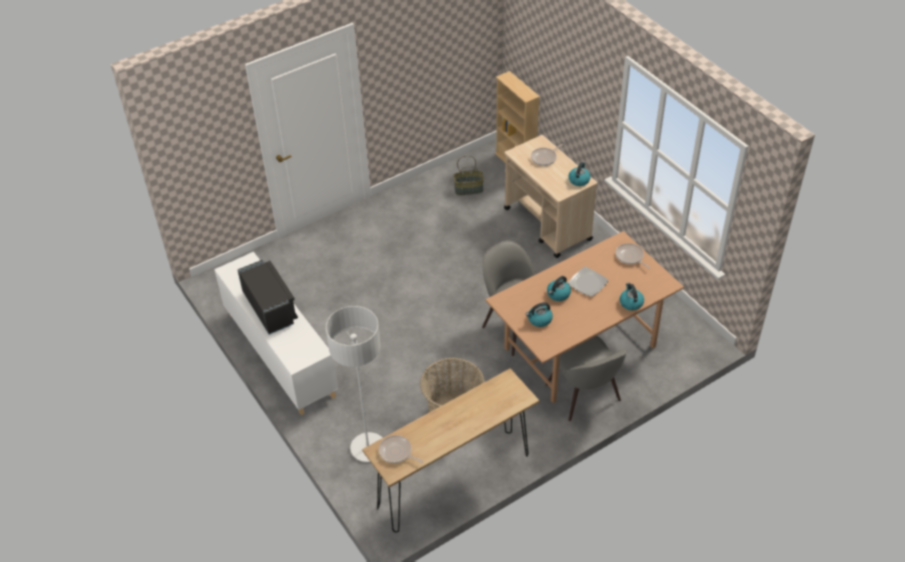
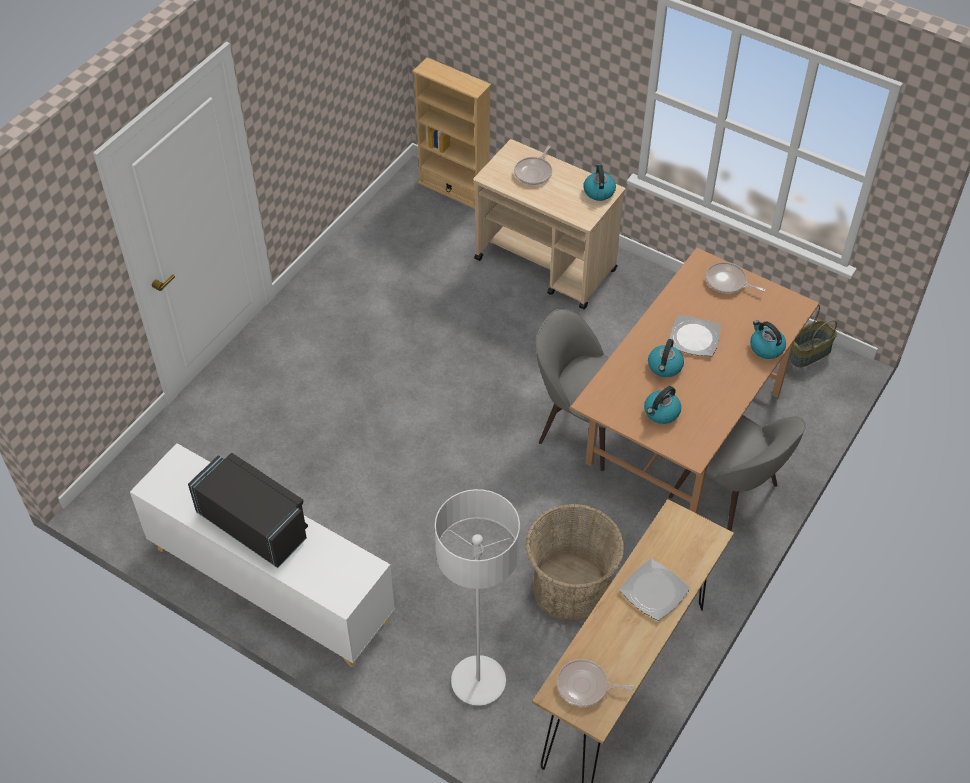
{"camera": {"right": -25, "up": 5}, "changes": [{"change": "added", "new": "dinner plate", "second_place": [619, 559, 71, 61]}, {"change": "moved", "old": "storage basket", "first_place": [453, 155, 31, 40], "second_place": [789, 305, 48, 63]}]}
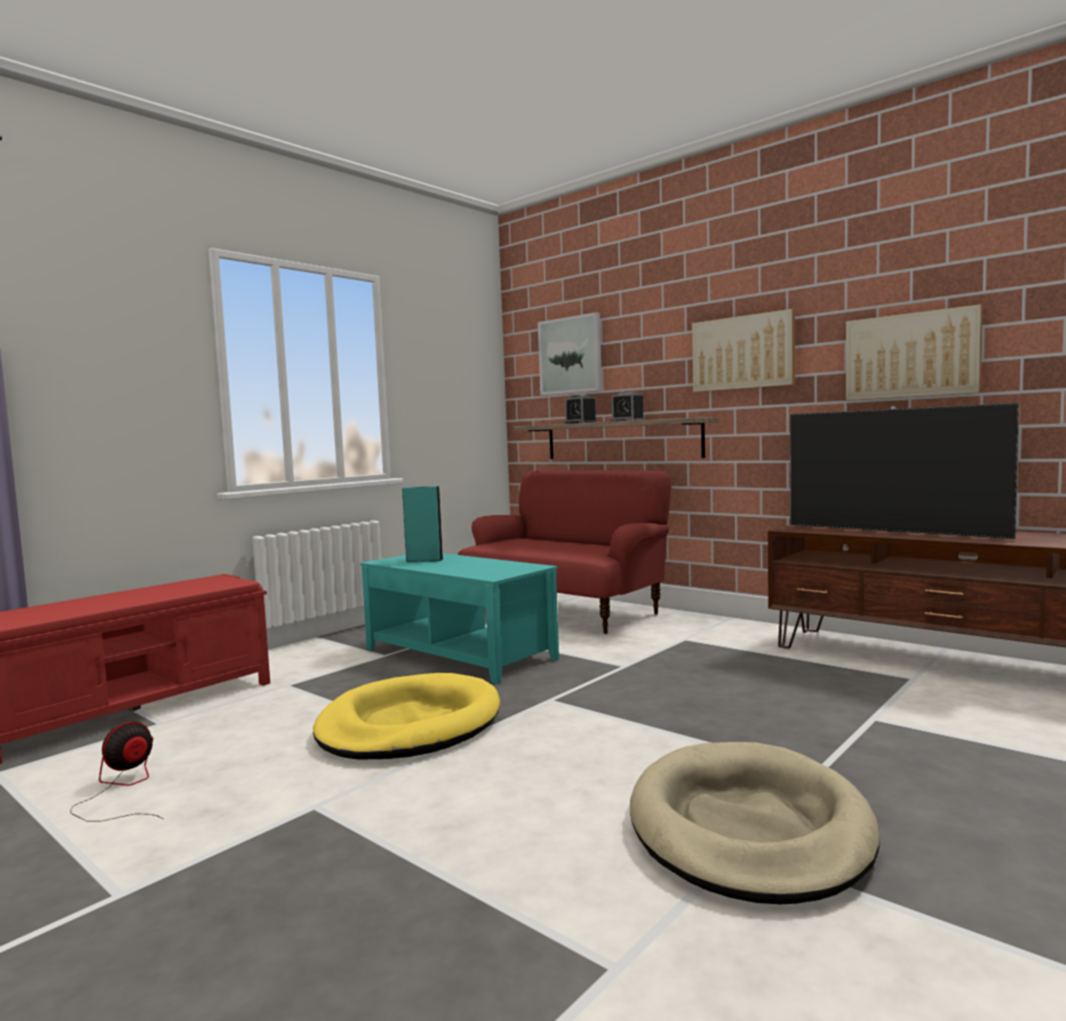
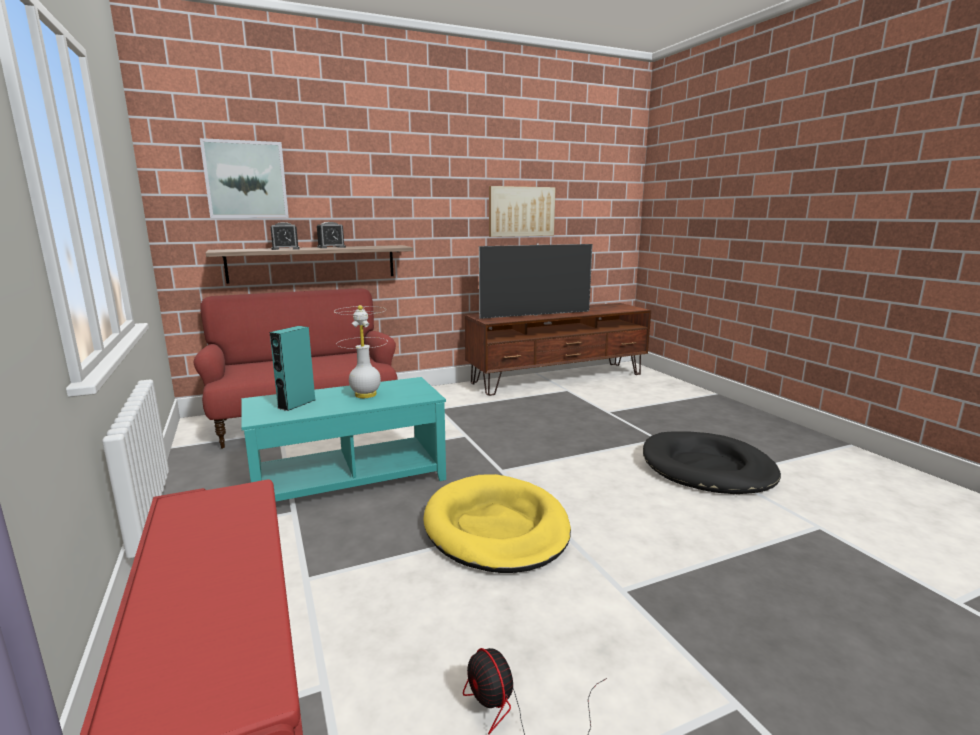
{"camera": {"right": -65, "up": 10}, "changes": [{"change": "added", "new": "whitish tabletop lamp", "second_place": [334, 305, 54, 93]}, {"change": "recoloured", "old": "beige pet bed", "new": "black pet bed", "first_place": [630, 742, 250, 162], "second_place": [643, 432, 138, 62]}, {"change": "removed", "old": "picture", "first_place": [692, 309, 103, 83]}]}
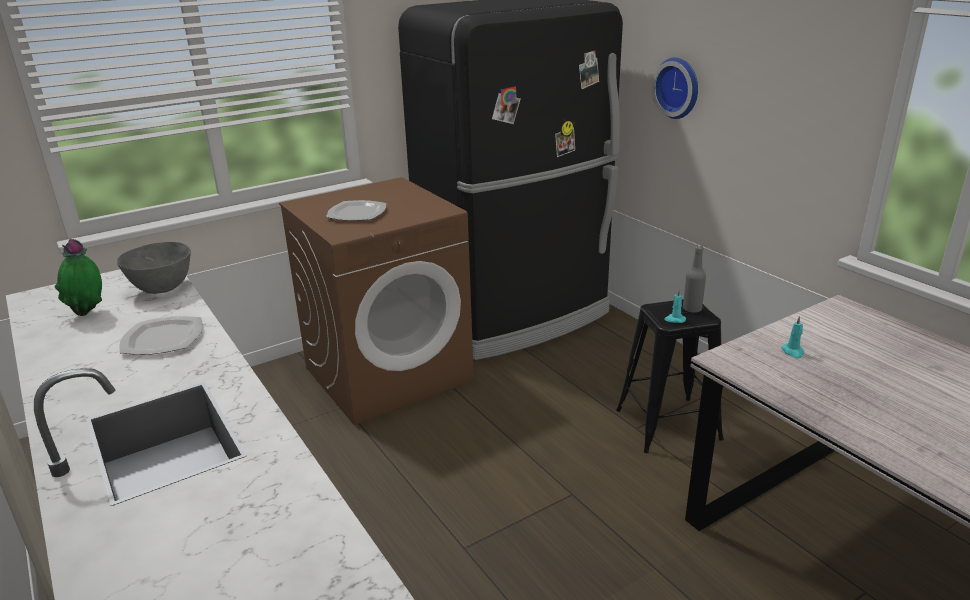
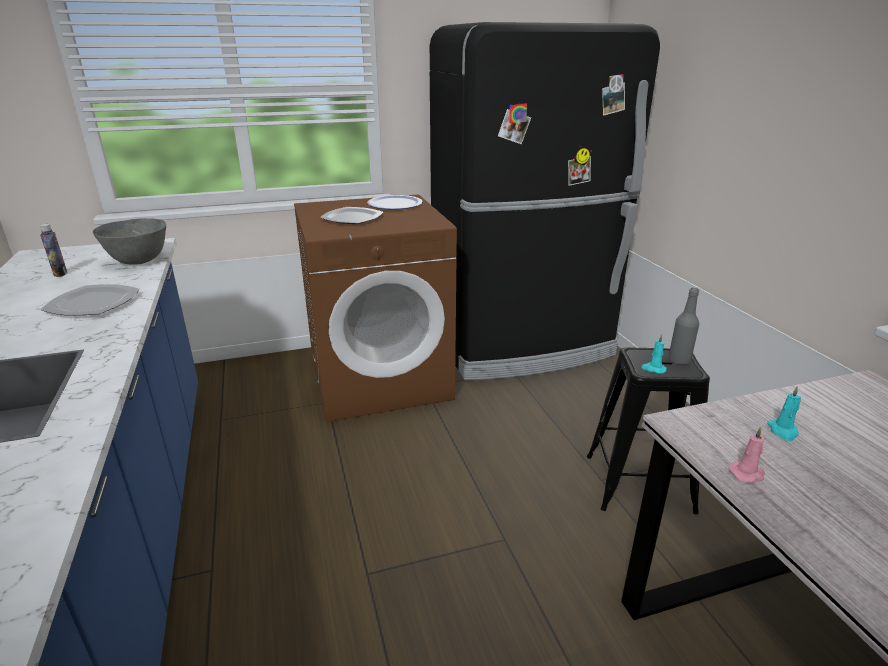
{"camera": {"right": 15, "up": 0}, "changes": [{"change": "replaced", "old": "houseplant", "new": "beverage bottle", "first_place": [55, 239, 47, 77], "second_place": [40, 224, 27, 53]}, {"change": "added", "new": "dinner plate", "second_place": [367, 195, 56, 14]}, {"change": "added", "new": "pink candle", "second_place": [729, 427, 36, 56]}, {"change": "removed", "old": "clock on the wall", "first_place": [652, 58, 46, 61]}]}
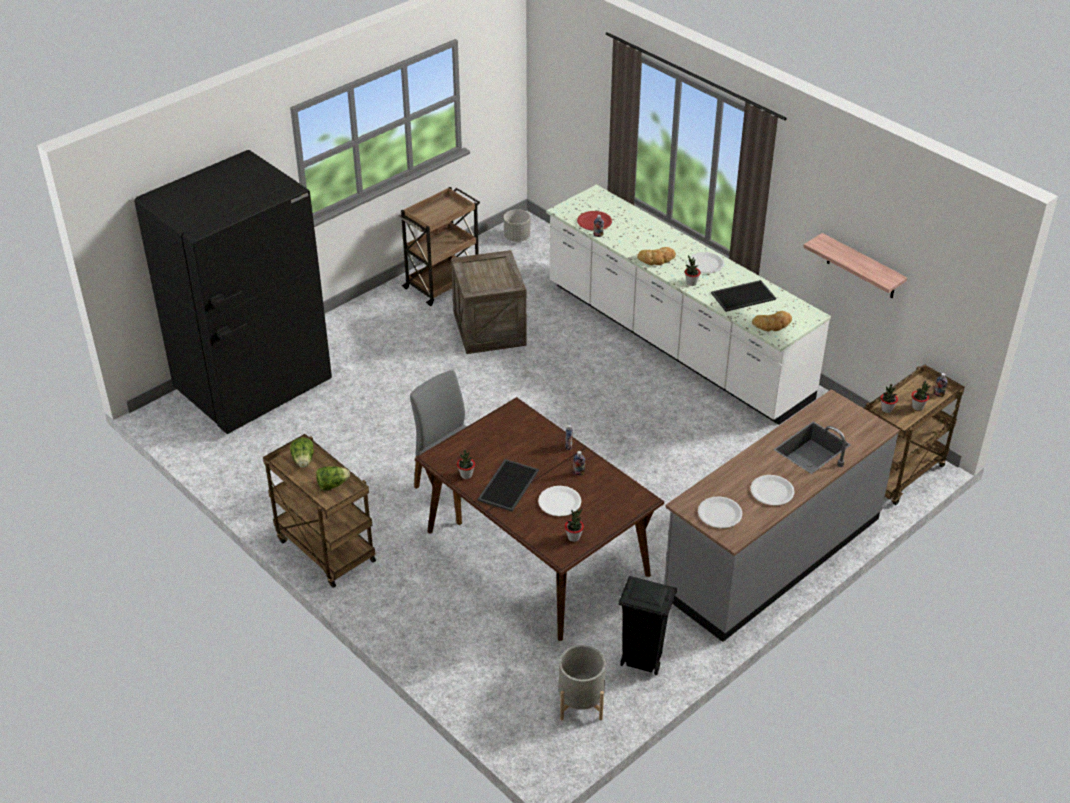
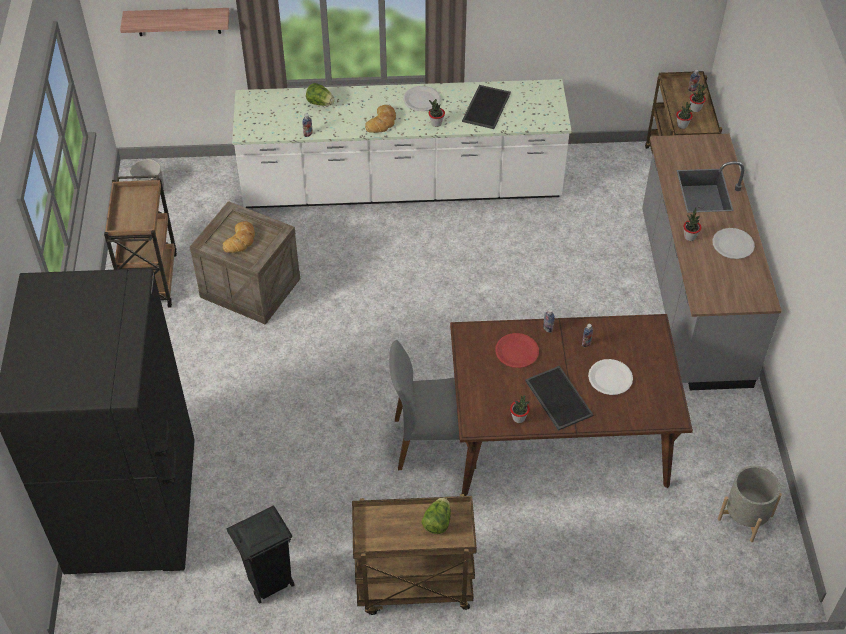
{"camera": {"right": -50, "up": 10}, "changes": [{"change": "moved", "old": "shelf", "first_place": [803, 233, 104, 65], "second_place": [120, 8, 110, 28]}, {"change": "moved", "old": "bread", "first_place": [752, 311, 40, 20], "second_place": [223, 221, 32, 32]}, {"change": "moved", "old": "black trash can", "first_place": [618, 576, 59, 99], "second_place": [227, 506, 68, 97]}, {"change": "moved", "old": "lettuce head", "first_place": [290, 437, 24, 31], "second_place": [306, 83, 29, 23]}, {"change": "moved", "old": "red dinner plate", "first_place": [577, 211, 35, 20], "second_place": [495, 333, 44, 35]}, {"change": "moved", "old": "houseplant", "first_place": [565, 508, 19, 34], "second_place": [683, 208, 18, 33]}, {"change": "removed", "old": "whitish dinner plate", "first_place": [698, 496, 44, 32]}]}
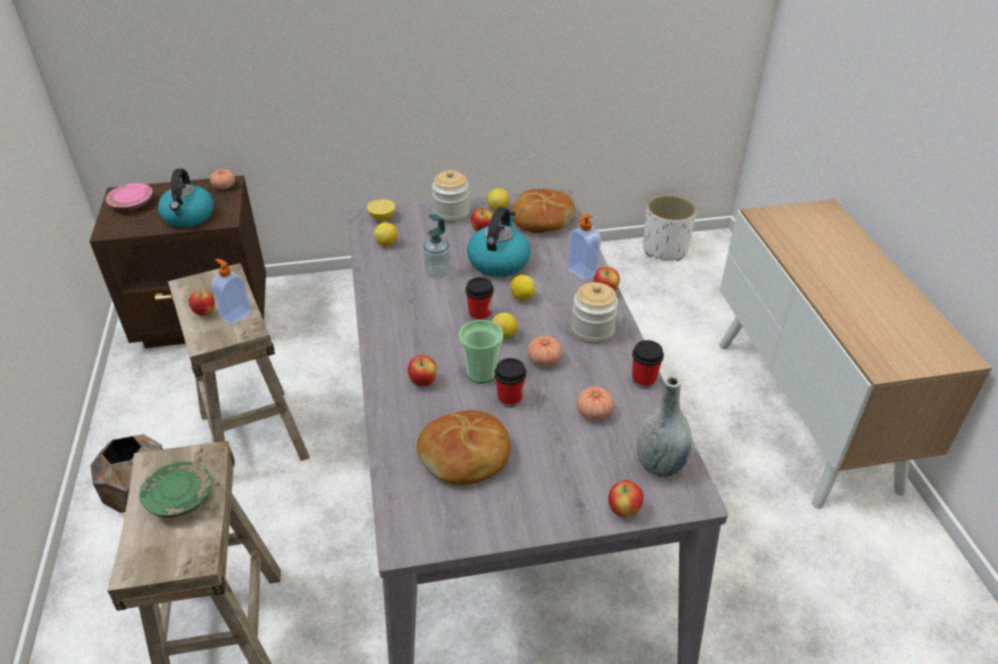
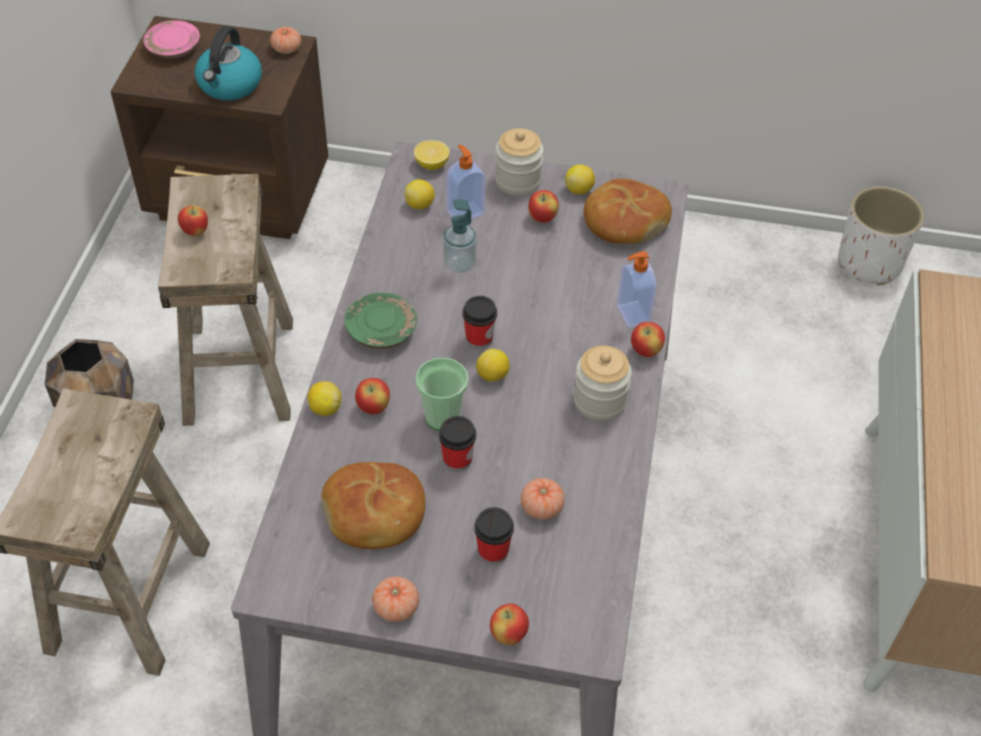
{"camera": {"right": 20, "up": 10}, "changes": [{"change": "moved", "old": "citrus fruit", "first_place": [510, 275, 26, 26], "second_place": [307, 381, 35, 35]}, {"change": "moved", "old": "green dinner plate", "first_place": [140, 461, 72, 57], "second_place": [344, 293, 73, 56]}, {"change": "moved", "old": "whole tomato", "first_place": [527, 336, 35, 30], "second_place": [372, 576, 47, 46]}, {"change": "moved", "old": "soap bottle", "first_place": [211, 259, 41, 66], "second_place": [446, 145, 39, 74]}, {"change": "moved", "old": "small cup", "first_place": [632, 340, 32, 49], "second_place": [474, 507, 40, 57]}, {"change": "removed", "old": "water kettle", "first_place": [467, 207, 64, 70]}, {"change": "removed", "old": "greyish decorative vase", "first_place": [637, 376, 55, 101]}]}
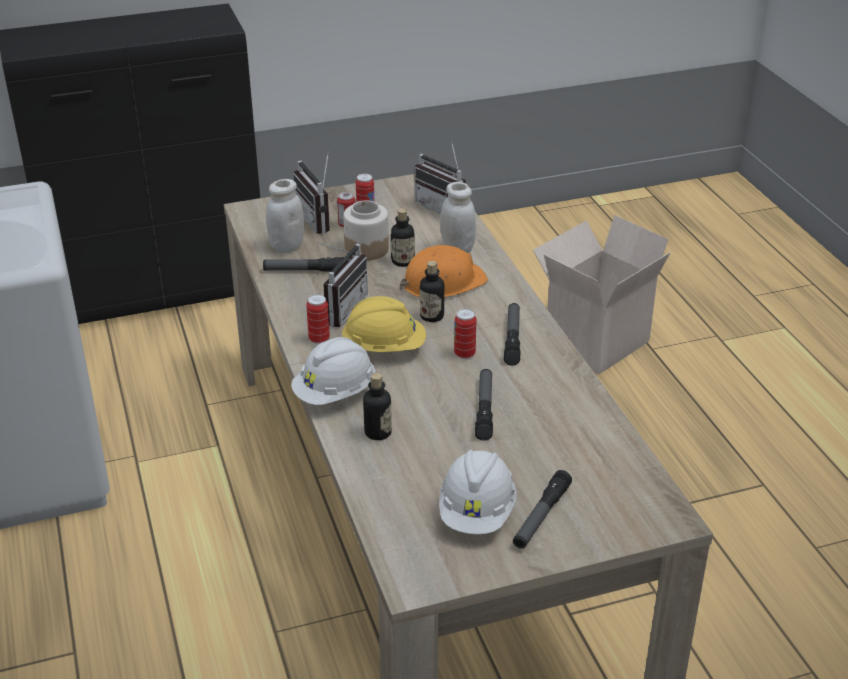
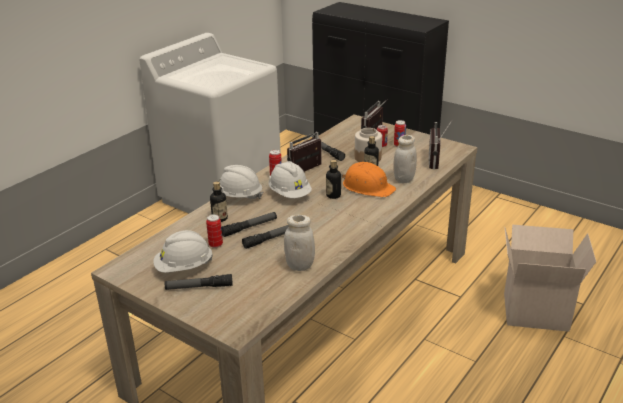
{"camera": {"right": 55, "up": -5}, "changes": [{"change": "moved", "old": "can", "first_place": [454, 309, 22, 50], "second_place": [206, 214, 17, 34]}, {"change": "moved", "old": "hand torch", "first_place": [504, 303, 16, 63], "second_place": [221, 212, 56, 25]}, {"change": "recoloured", "old": "yellow-coloured work helmet", "new": "whitish work helmet", "first_place": [342, 296, 84, 56], "second_place": [269, 161, 43, 37]}, {"change": "moved", "old": "whitish jar", "first_place": [266, 179, 38, 74], "second_place": [284, 215, 31, 56]}, {"change": "turned", "old": "radio", "first_place": [317, 242, 51, 85], "second_place": [287, 132, 35, 40], "degrees": 150}]}
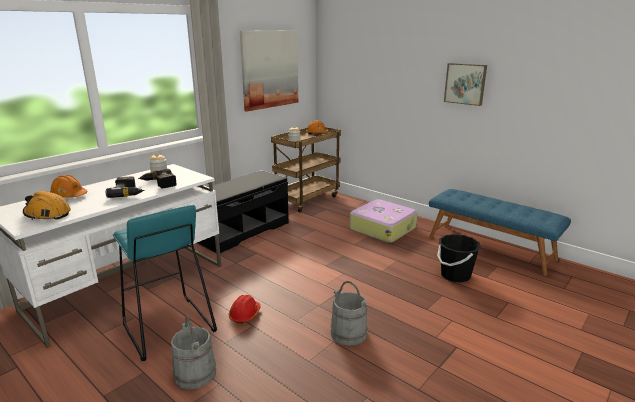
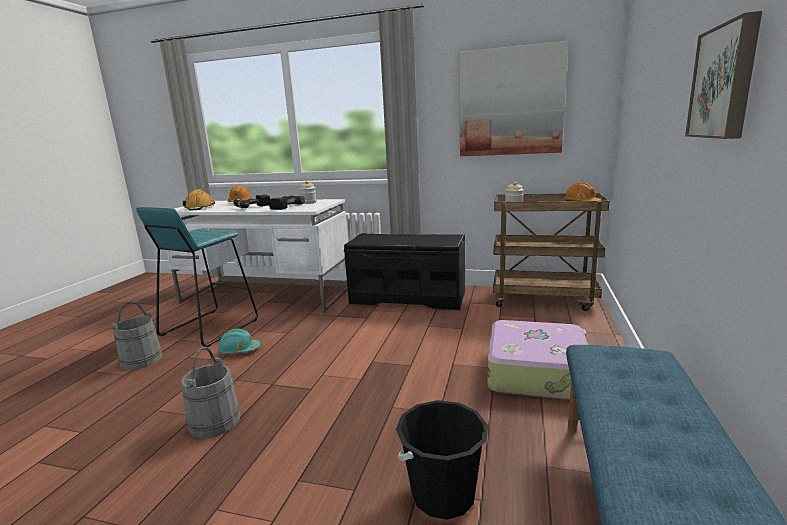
{"camera": {"right": 65, "up": -5}, "changes": [{"change": "recoloured", "old": "red work helmet", "new": "turquoise work helmet", "first_place": [229, 295, 32, 29], "second_place": [218, 329, 42, 25]}]}
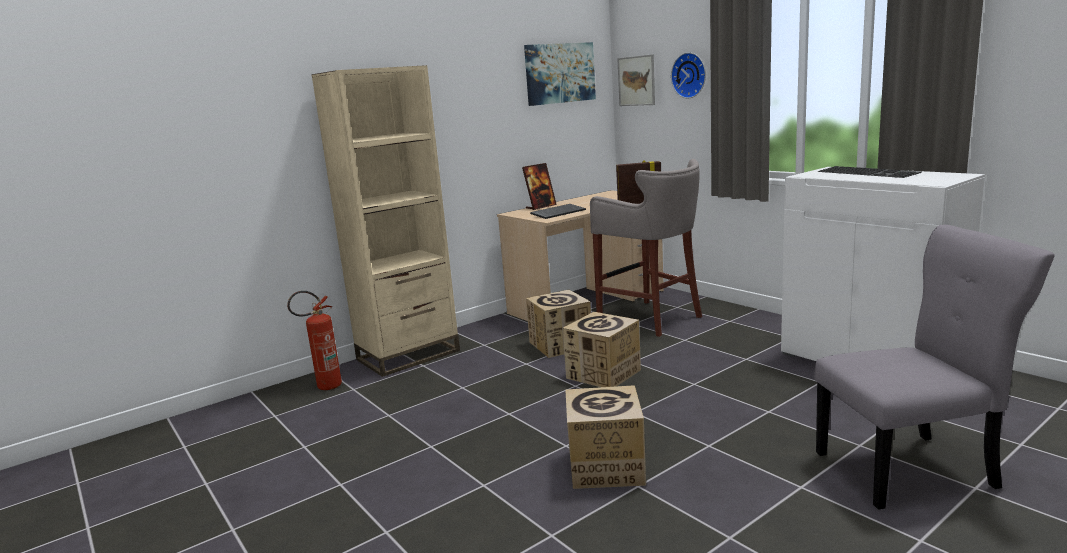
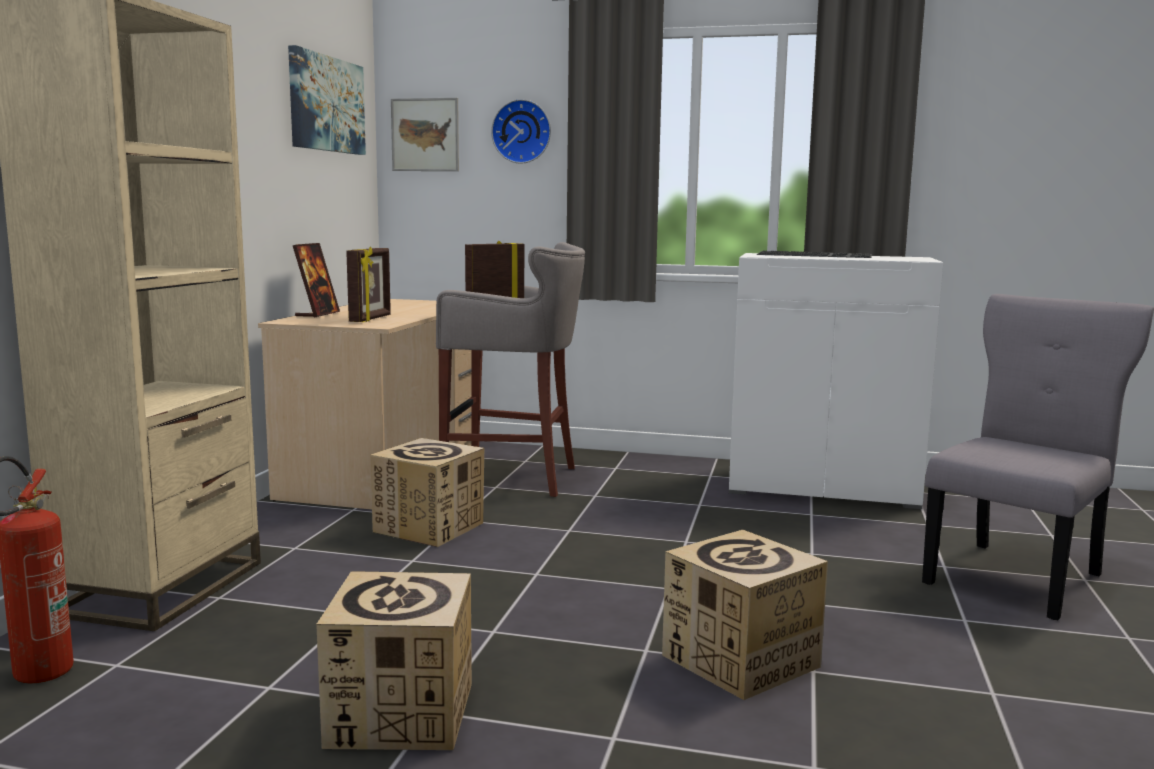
{"camera": {"right": -40, "up": -5}, "changes": [{"change": "moved", "old": "packing box", "first_place": [563, 312, 78, 75], "second_place": [316, 571, 156, 179]}, {"change": "replaced", "old": "keyboard", "new": "standing frame", "first_place": [530, 204, 56, 15], "second_place": [346, 247, 45, 75]}]}
